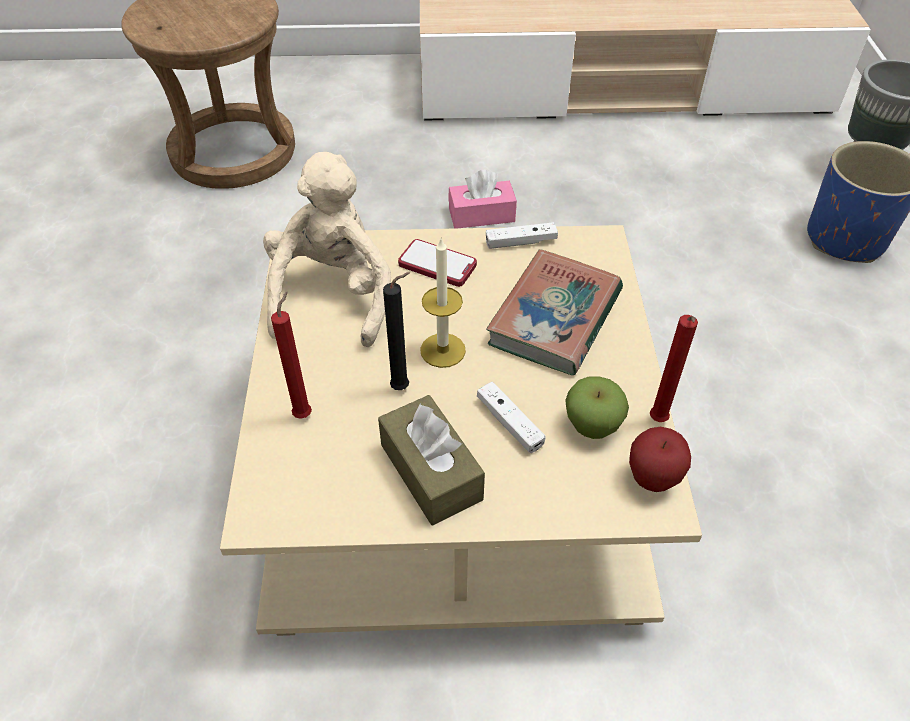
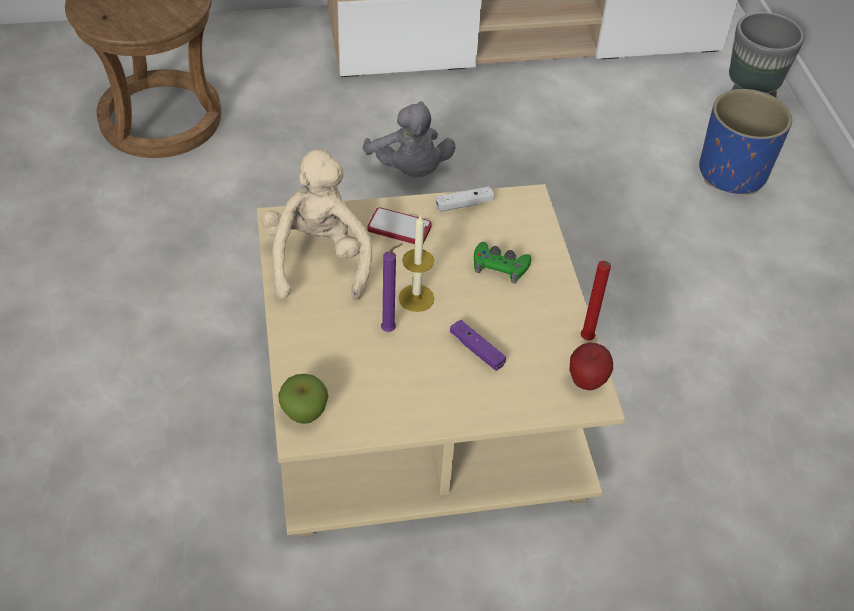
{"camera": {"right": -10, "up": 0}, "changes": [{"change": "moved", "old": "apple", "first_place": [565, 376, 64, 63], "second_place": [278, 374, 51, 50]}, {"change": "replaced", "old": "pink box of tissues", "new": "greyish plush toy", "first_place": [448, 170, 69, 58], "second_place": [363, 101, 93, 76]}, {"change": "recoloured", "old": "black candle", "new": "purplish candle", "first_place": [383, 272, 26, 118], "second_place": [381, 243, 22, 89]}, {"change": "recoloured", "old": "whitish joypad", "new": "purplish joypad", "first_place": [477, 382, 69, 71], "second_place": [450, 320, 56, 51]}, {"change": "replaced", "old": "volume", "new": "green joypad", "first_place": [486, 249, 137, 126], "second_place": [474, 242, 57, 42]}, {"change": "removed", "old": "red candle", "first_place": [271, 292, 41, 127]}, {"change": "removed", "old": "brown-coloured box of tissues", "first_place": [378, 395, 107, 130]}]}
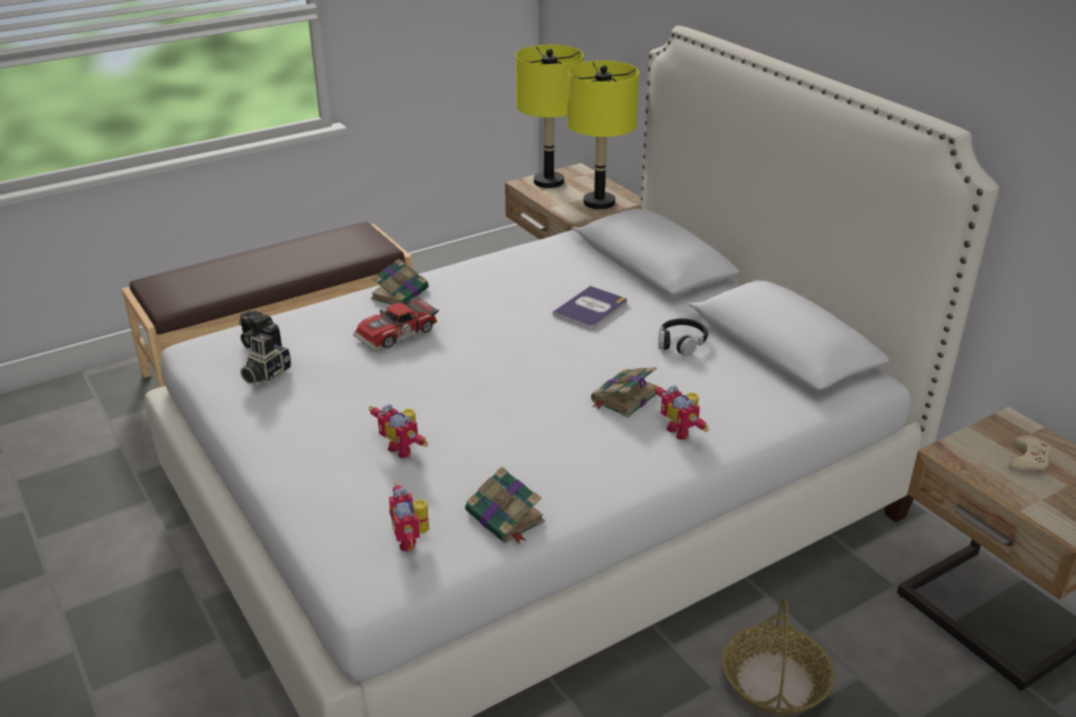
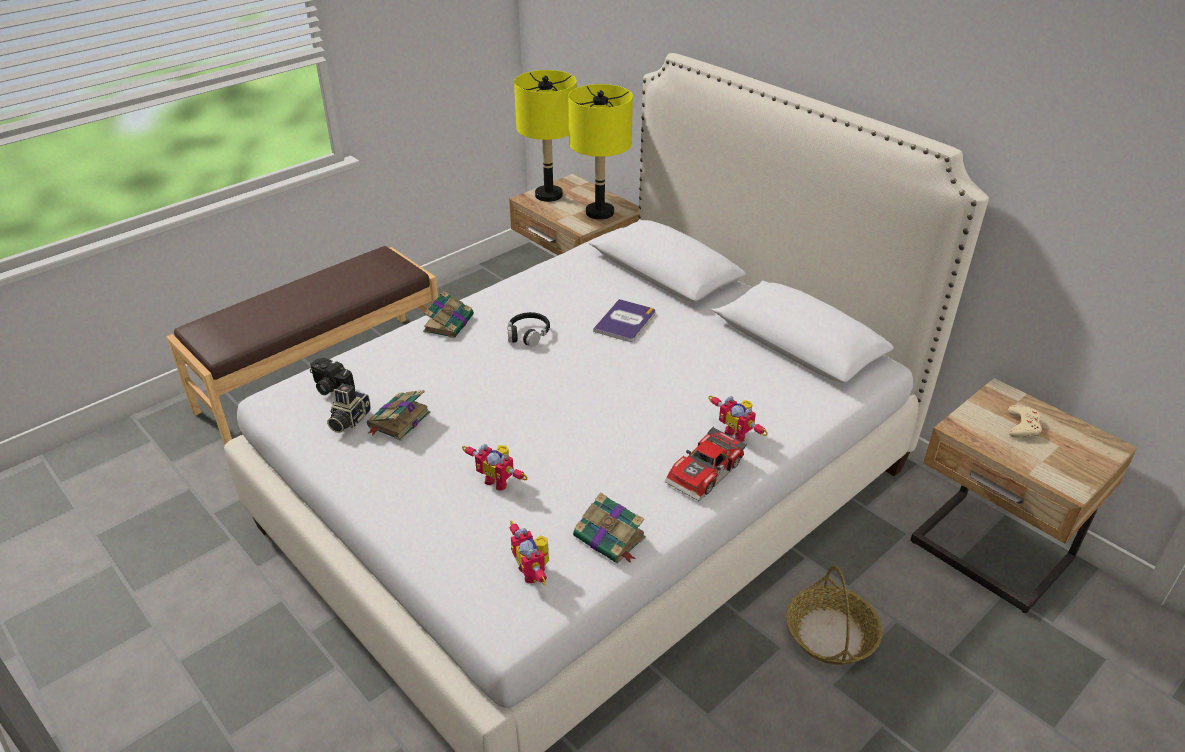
{"camera": {"right": -10, "up": 5}, "changes": [{"change": "moved", "old": "volume", "first_place": [591, 367, 66, 51], "second_place": [367, 390, 64, 51]}, {"change": "moved", "old": "black headphones", "first_place": [659, 318, 49, 38], "second_place": [507, 312, 43, 35]}, {"change": "moved", "old": "model car", "first_place": [353, 295, 86, 57], "second_place": [665, 427, 82, 74]}]}
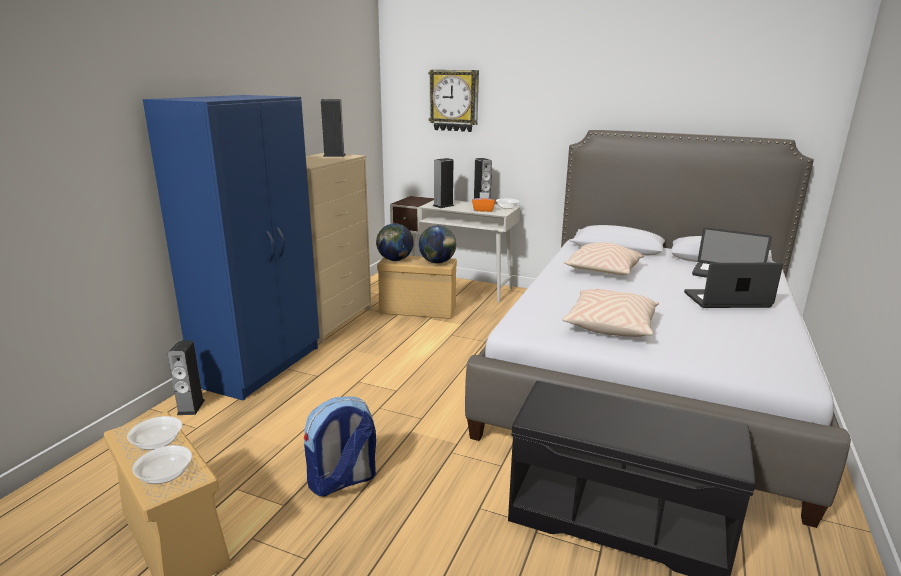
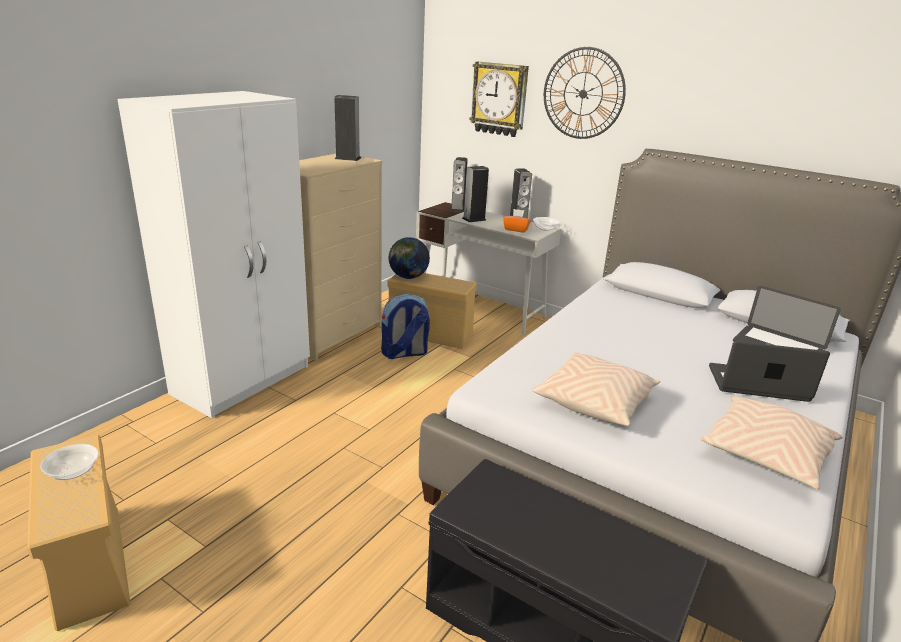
{"camera": {"right": 10, "up": 5}, "changes": [{"change": "recoloured", "old": "blue wardrobe", "new": "whitish wardrobe", "first_place": [143, 95, 177, 306], "second_place": [118, 91, 192, 327]}, {"change": "moved", "old": "rucksack", "first_place": [304, 397, 72, 100], "second_place": [381, 294, 49, 65]}, {"change": "moved", "old": "speaker", "first_place": [168, 340, 37, 75], "second_place": [450, 157, 18, 55]}, {"change": "added", "new": "clock on the wall", "second_place": [544, 47, 82, 92]}, {"change": "moved", "old": "beige throw pillow", "first_place": [563, 242, 81, 33], "second_place": [700, 397, 143, 92]}, {"change": "removed", "old": "bowl", "first_place": [132, 445, 60, 39]}, {"change": "removed", "old": "globe", "first_place": [419, 226, 37, 38]}]}
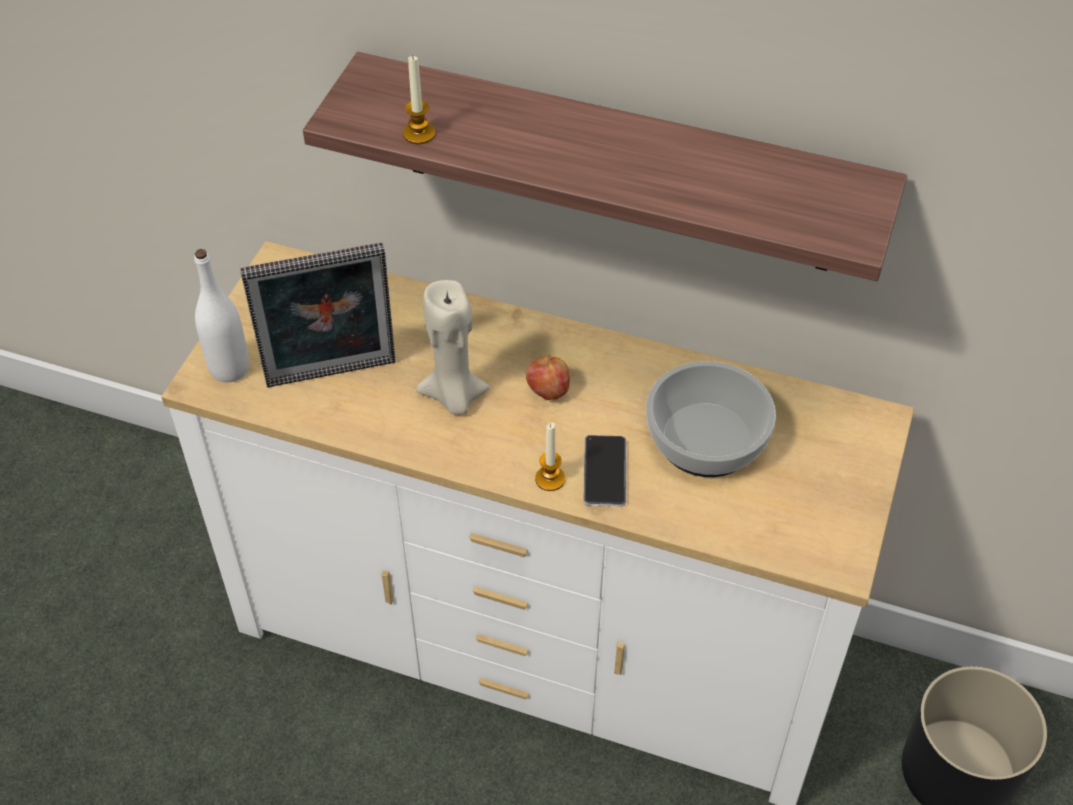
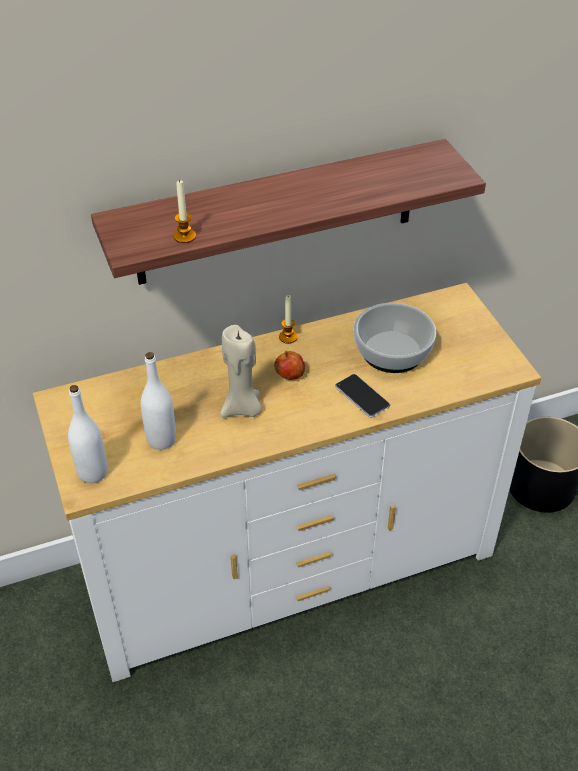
{"camera": {"right": -40, "up": -5}, "changes": [{"change": "replaced", "old": "standing frame", "new": "whitish beverage bottle", "first_place": [240, 243, 156, 144], "second_place": [141, 352, 35, 98]}, {"change": "moved", "old": "candle", "first_place": [535, 422, 30, 69], "second_place": [279, 295, 19, 49]}]}
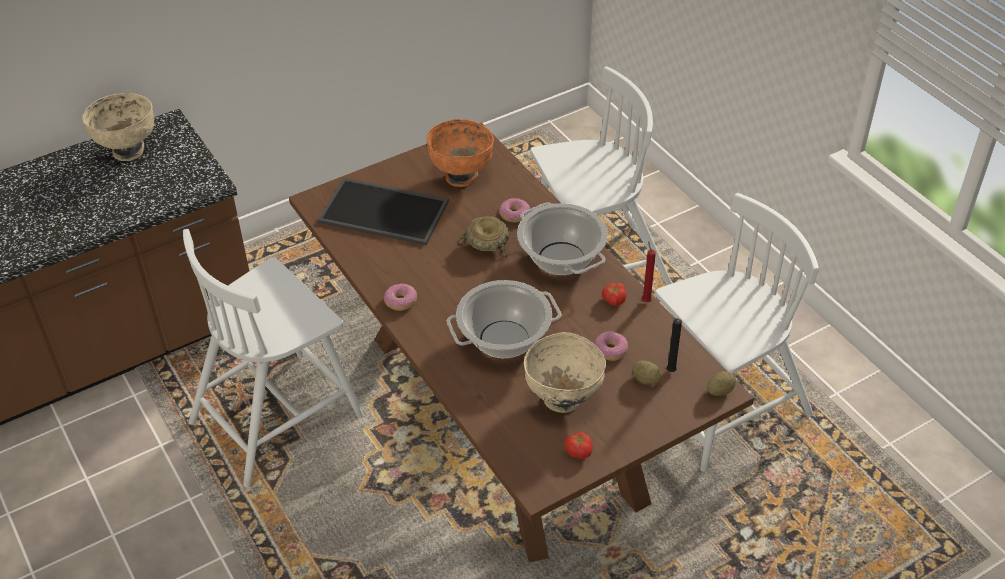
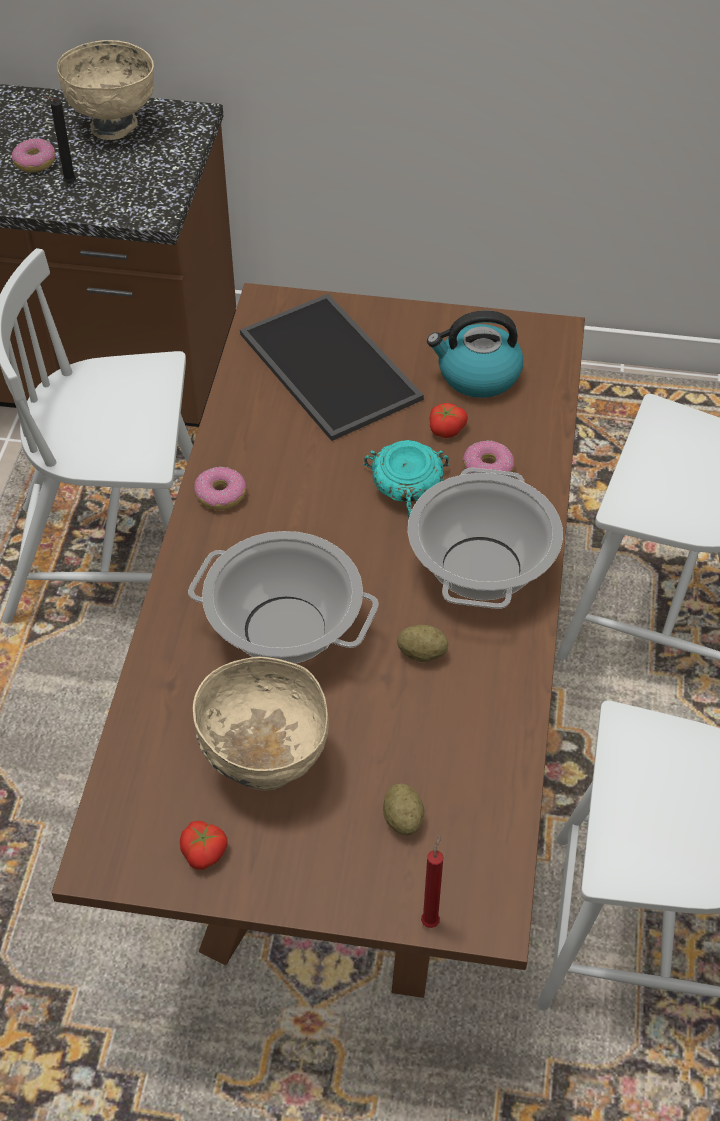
{"camera": {"right": 40, "up": 5}, "changes": [{"change": "moved", "old": "doughnut", "first_place": [594, 331, 34, 30], "second_place": [12, 139, 44, 34]}, {"change": "moved", "old": "black candle", "first_place": [667, 319, 15, 53], "second_place": [45, 96, 31, 88]}, {"change": "recoloured", "old": "beige bowl", "new": "turquoise bowl", "first_place": [456, 215, 53, 45], "second_place": [363, 440, 86, 79]}, {"change": "moved", "old": "whole potato", "first_place": [707, 371, 29, 25], "second_place": [397, 625, 51, 37]}, {"change": "moved", "old": "red candle", "first_place": [642, 241, 14, 61], "second_place": [421, 835, 23, 93]}, {"change": "replaced", "old": "orange-coloured bowl", "new": "water kettle", "first_place": [427, 119, 67, 68], "second_place": [427, 310, 96, 88]}, {"change": "moved", "old": "whole tomato", "first_place": [602, 283, 25, 23], "second_place": [430, 403, 38, 35]}]}
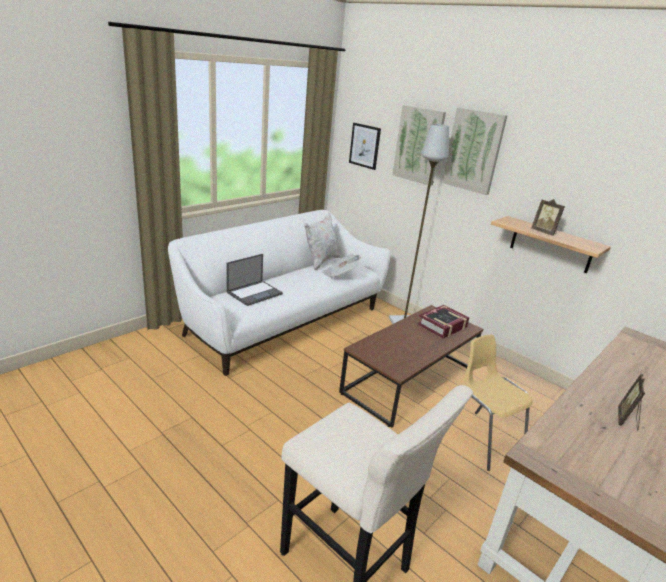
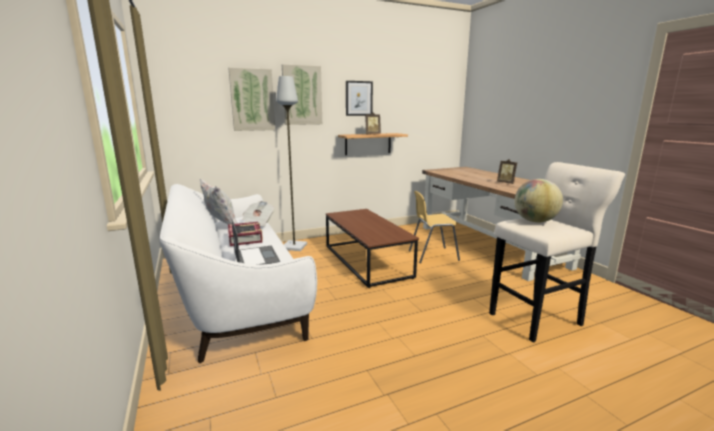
{"camera": {"right": -65, "up": -10}, "changes": [{"change": "moved", "old": "volume", "first_place": [417, 305, 52, 33], "second_place": [228, 222, 35, 24]}, {"change": "moved", "old": "picture", "first_place": [349, 123, 32, 47], "second_place": [346, 81, 27, 35]}, {"change": "added", "new": "globe", "second_place": [514, 179, 49, 44]}]}
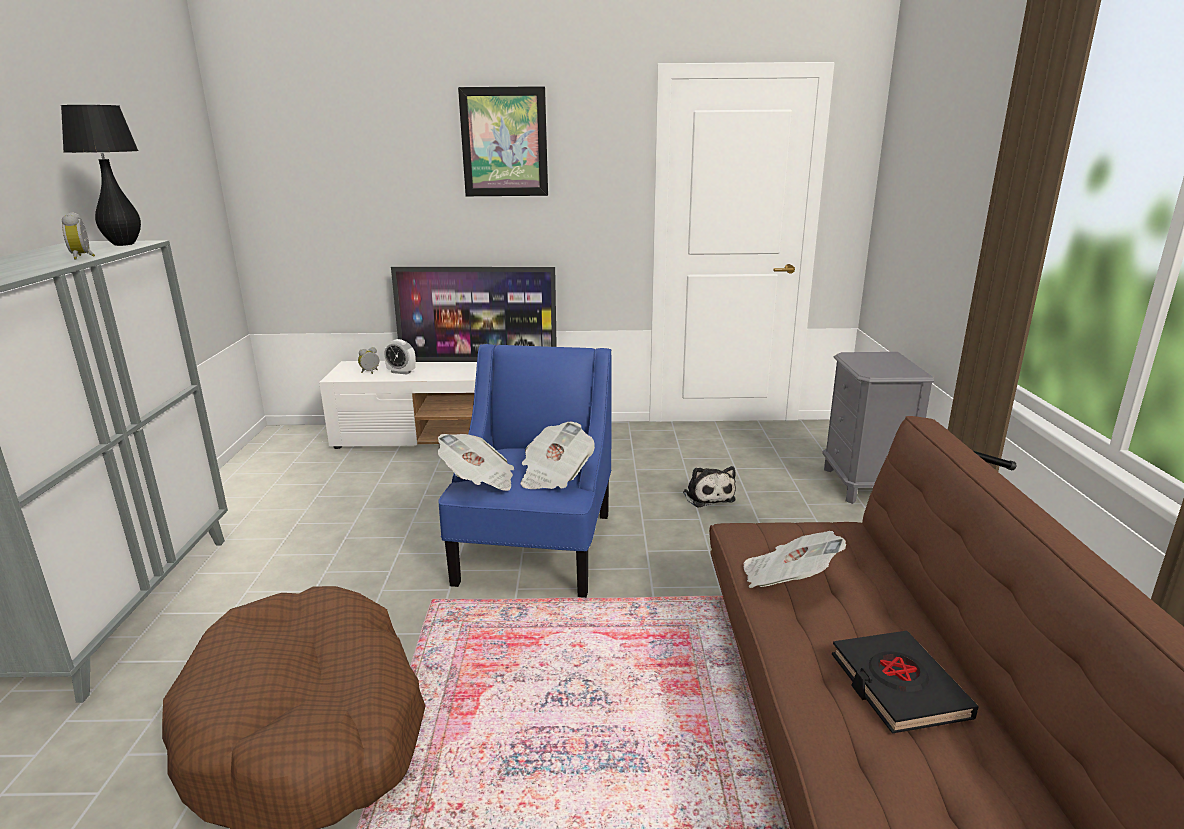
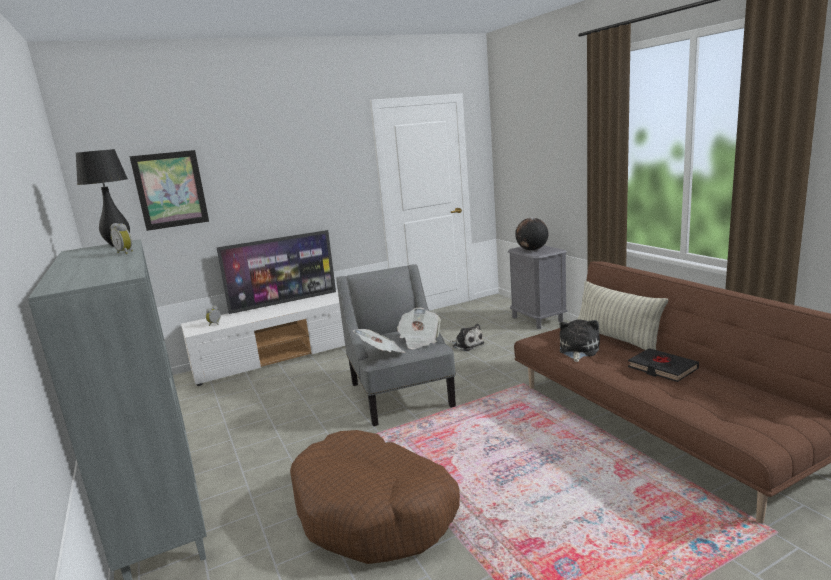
{"camera": {"right": -25, "up": -5}, "changes": [{"change": "moved", "old": "picture", "first_place": [458, 86, 90, 110], "second_place": [130, 150, 79, 81]}, {"change": "recoloured", "old": "blue lounge chair", "new": "greyish lounge chair", "first_place": [438, 344, 174, 254], "second_place": [336, 264, 120, 162]}, {"change": "added", "new": "globe", "second_place": [515, 218, 34, 33]}, {"change": "replaced", "old": "newspaper", "new": "plush toy", "first_place": [743, 531, 103, 57], "second_place": [559, 320, 41, 42]}, {"change": "added", "new": "throw pillow", "second_place": [577, 281, 91, 69]}, {"change": "removed", "old": "bedside clock", "first_place": [384, 339, 32, 36]}]}
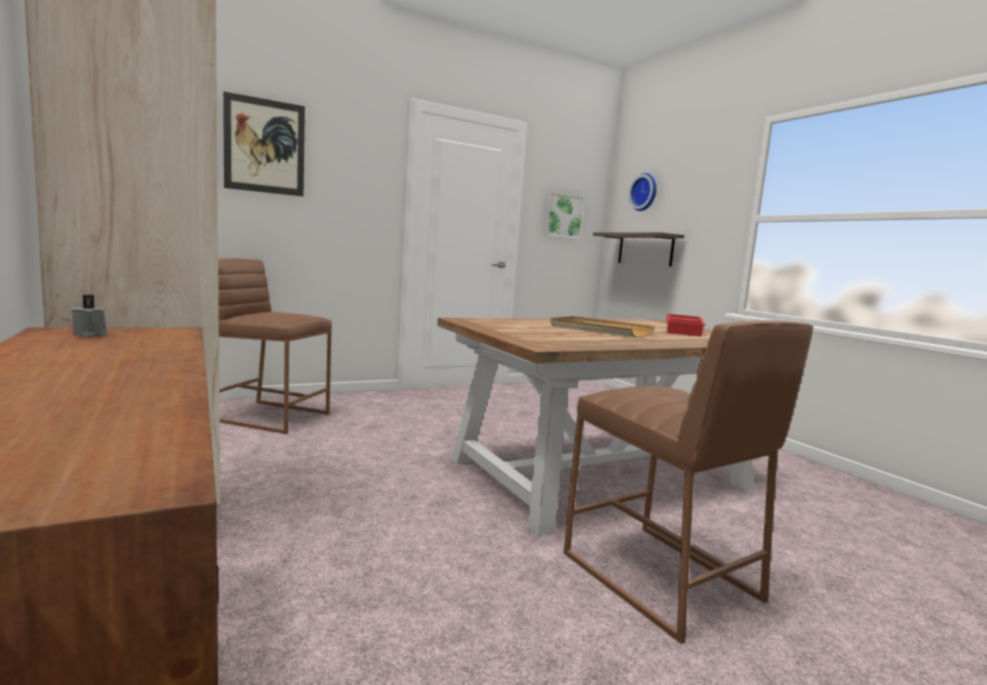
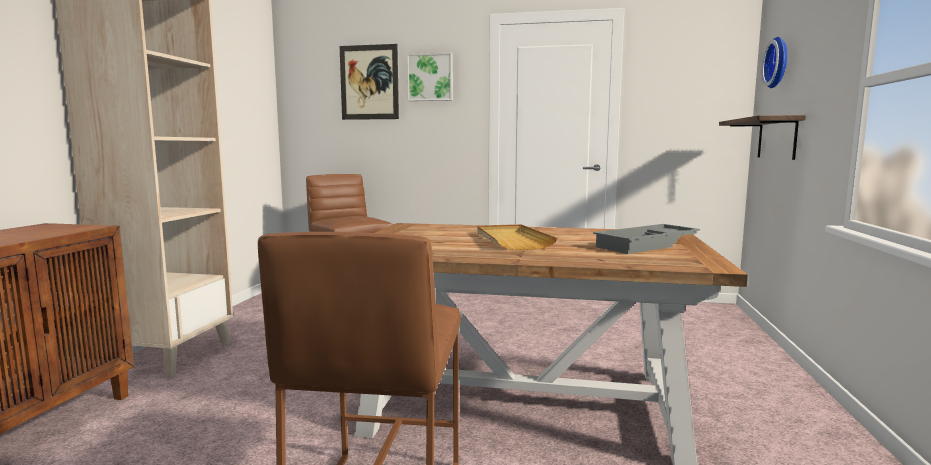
{"camera": {"right": 40, "up": 0}, "changes": [{"change": "moved", "old": "picture", "first_place": [544, 193, 40, 46], "second_place": [407, 53, 46, 48]}, {"change": "recoloured", "old": "red carrying tray", "new": "greyish carrying tray", "first_place": [666, 314, 39, 23], "second_place": [593, 224, 107, 30]}, {"change": "removed", "old": "greyish candle", "first_place": [71, 295, 36, 42]}]}
